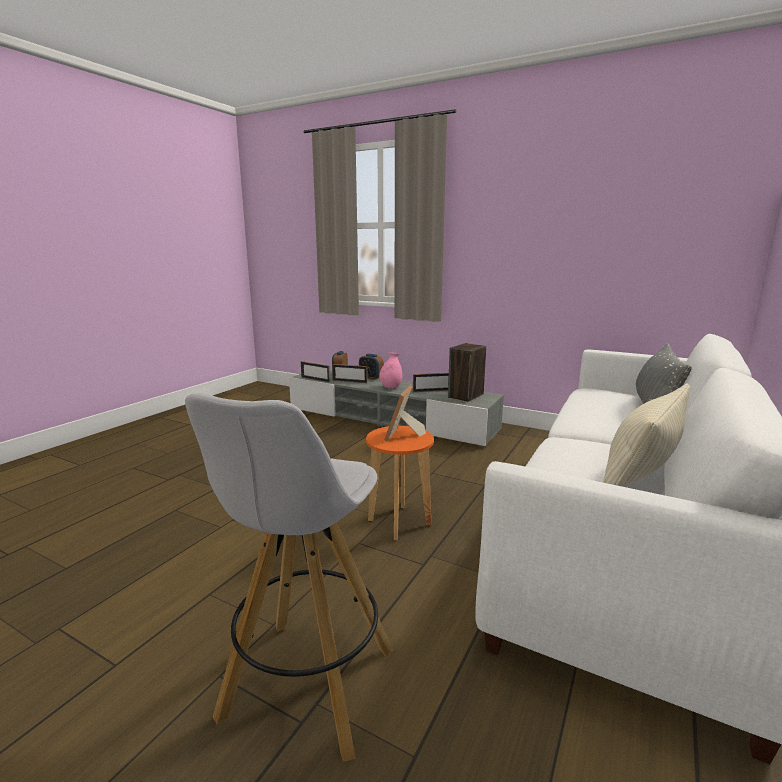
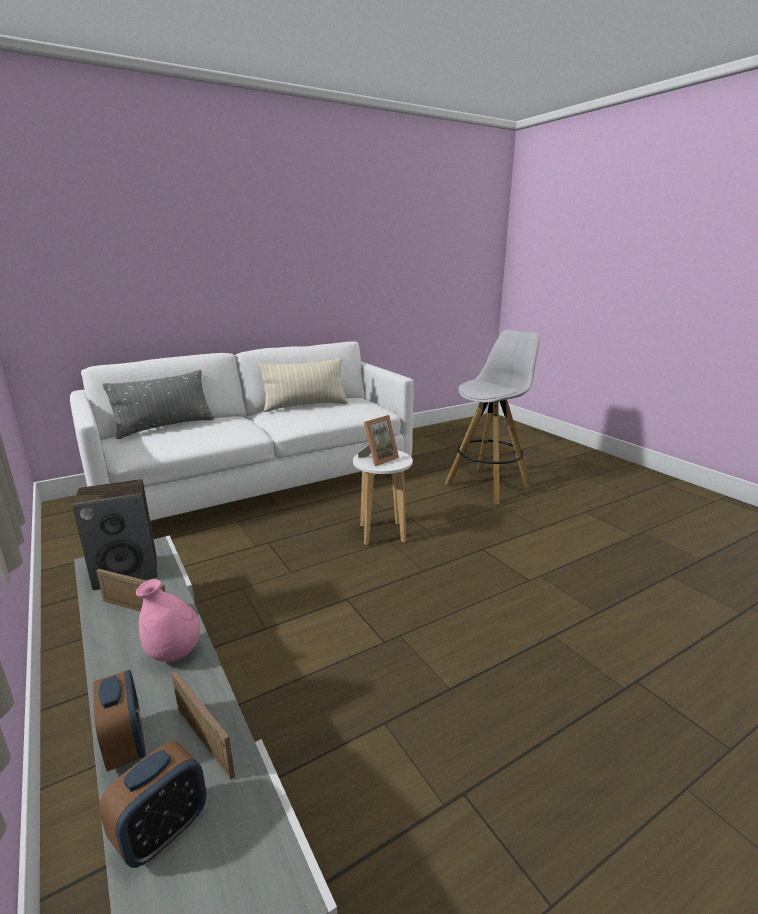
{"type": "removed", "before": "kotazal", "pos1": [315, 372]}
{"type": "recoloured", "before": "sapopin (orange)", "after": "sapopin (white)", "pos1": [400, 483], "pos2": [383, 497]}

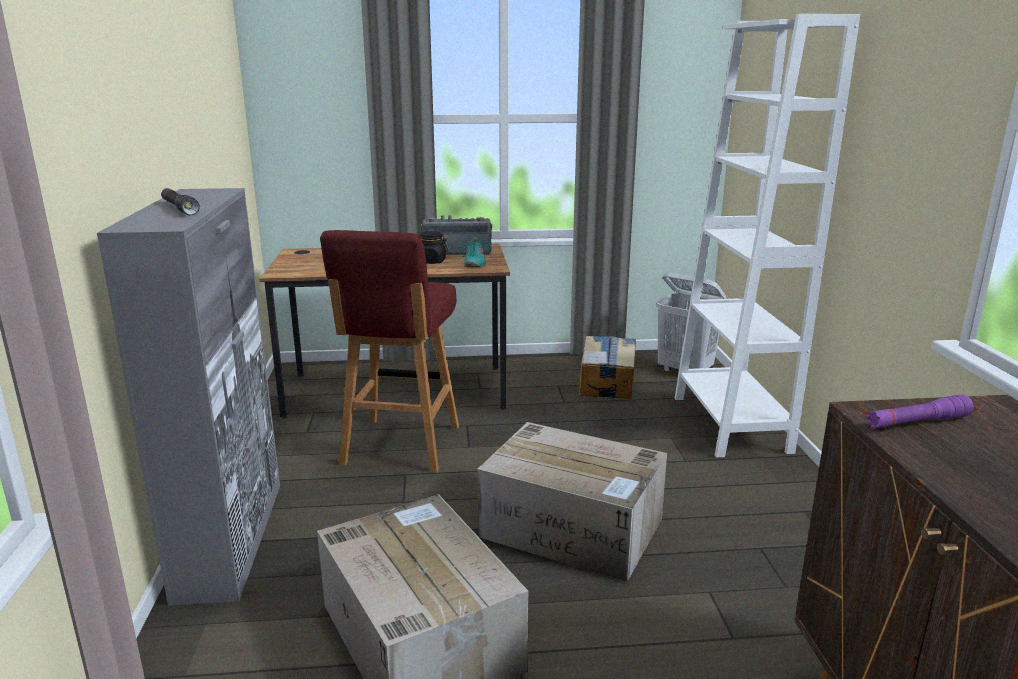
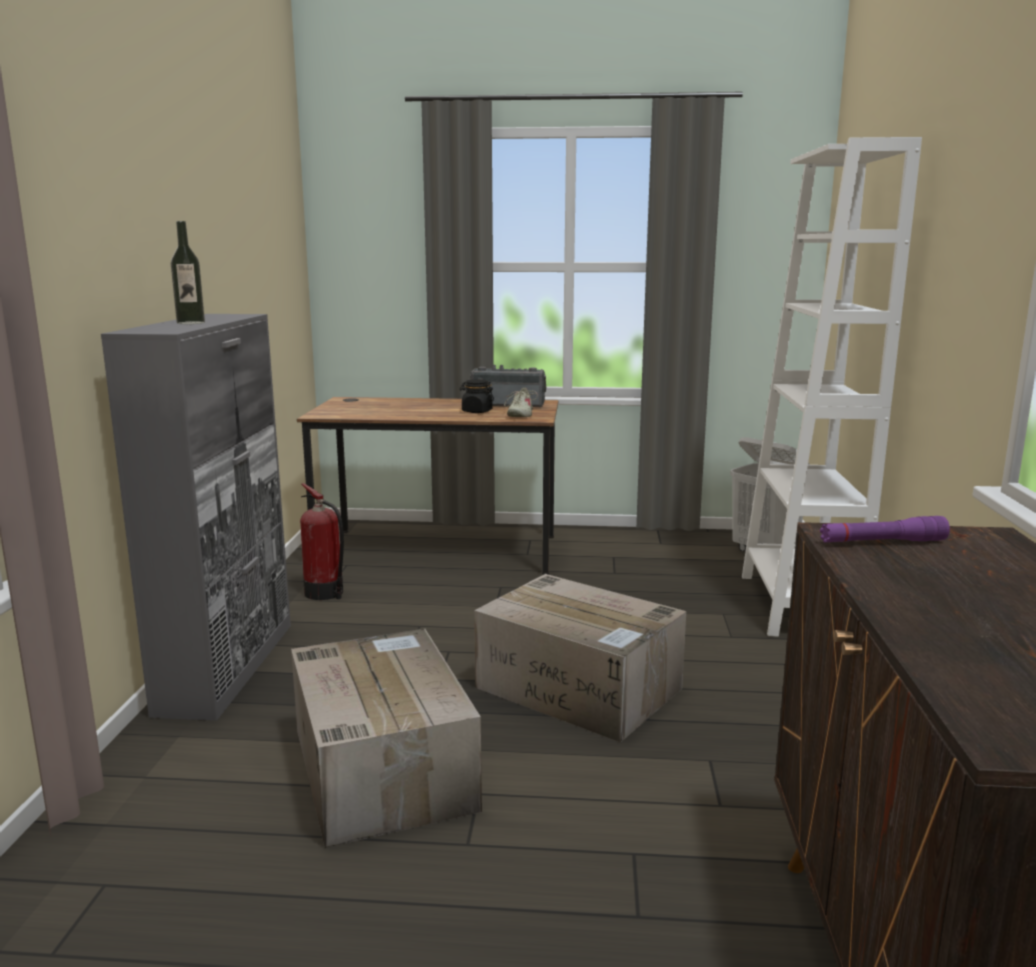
{"type": "replaced", "before": "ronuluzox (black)", "after": "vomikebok", "pos1": [180, 201], "pos2": [188, 272]}
{"type": "removed", "before": "sapopin (red)", "pos1": [389, 351]}
{"type": "recoloured", "before": "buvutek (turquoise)", "after": "buvutek (beige)", "pos1": [474, 252], "pos2": [521, 402]}
{"type": "removed", "before": "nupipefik", "pos1": [607, 367]}
{"type": "added", "after": "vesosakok", "pos2": [322, 541]}

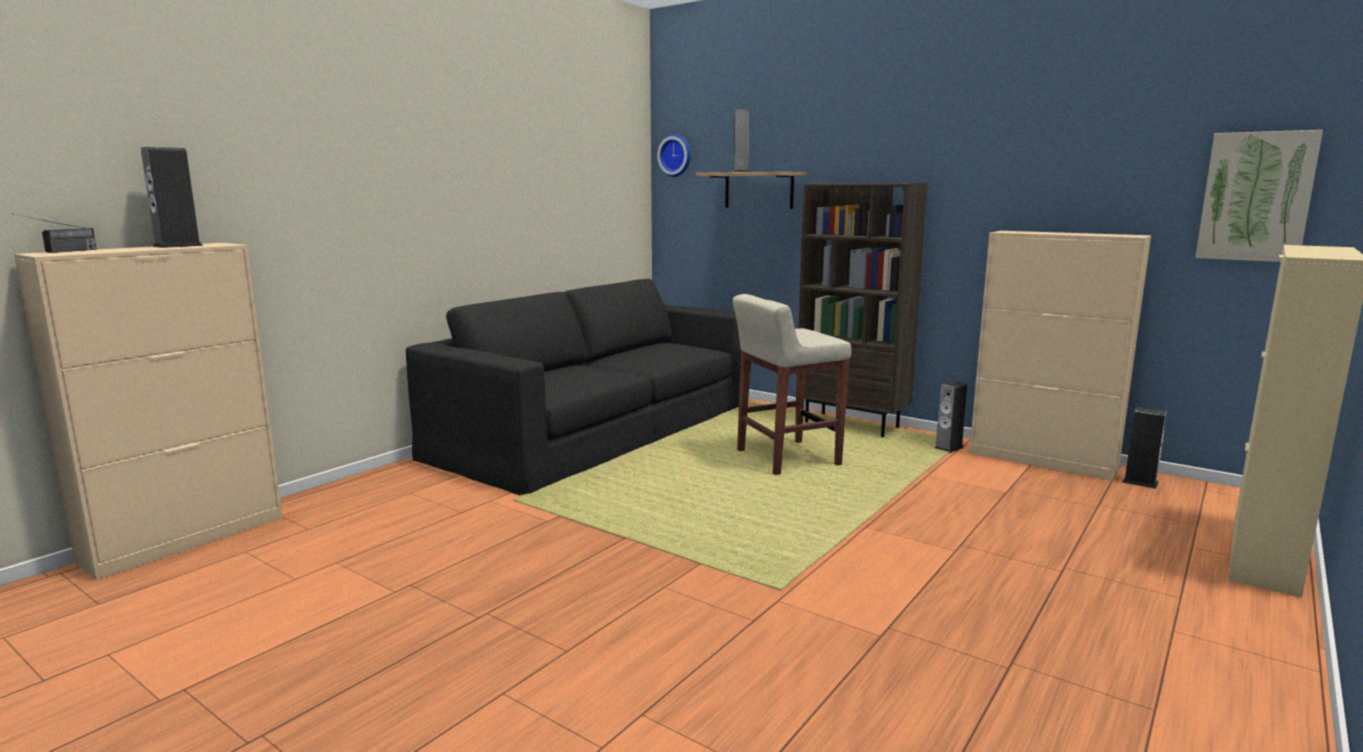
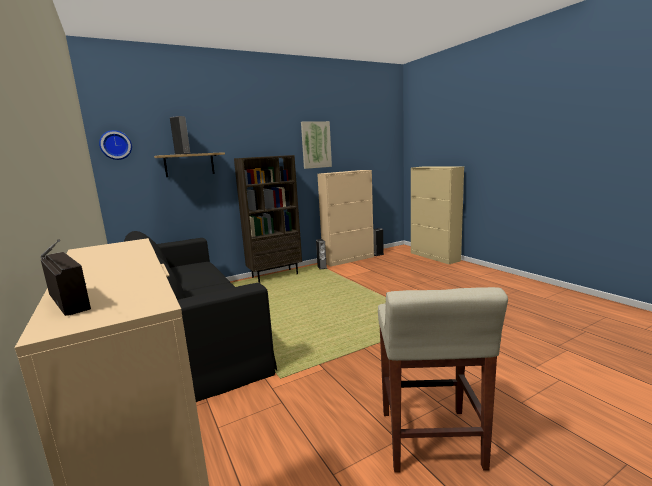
{"type": "removed", "before": "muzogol", "pos1": [172, 197]}
{"type": "moved", "before": "sapopin (beige)", "pos1": [792, 384], "pos2": [443, 380]}
{"type": "moved", "before": "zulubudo", "pos1": [1259, 196], "pos2": [316, 145]}

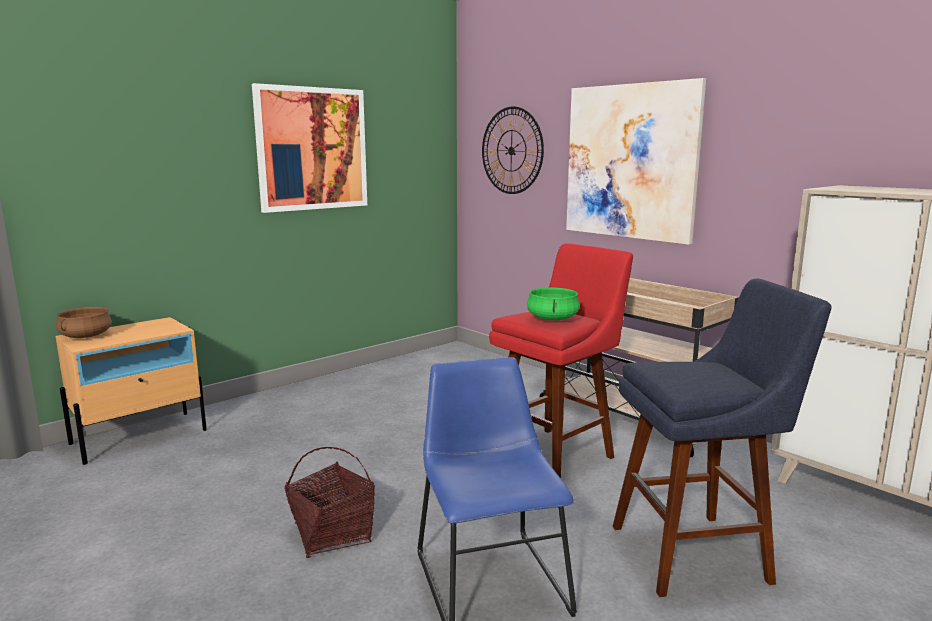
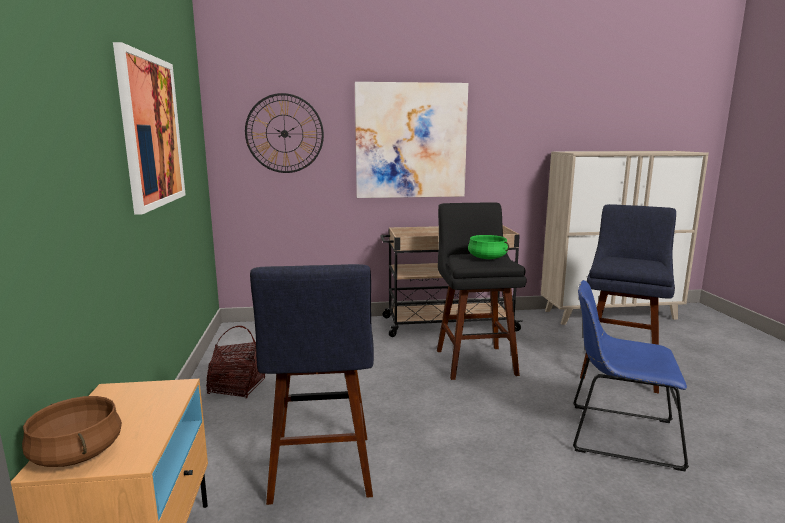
{"type": "moved", "before": "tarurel", "pos1": [330, 502], "pos2": [235, 362]}
{"type": "recoloured", "before": "sapopin (red)", "after": "sapopin (black)", "pos1": [561, 360], "pos2": [482, 291]}
{"type": "added", "after": "sapopin (blue)", "pos2": [312, 384]}

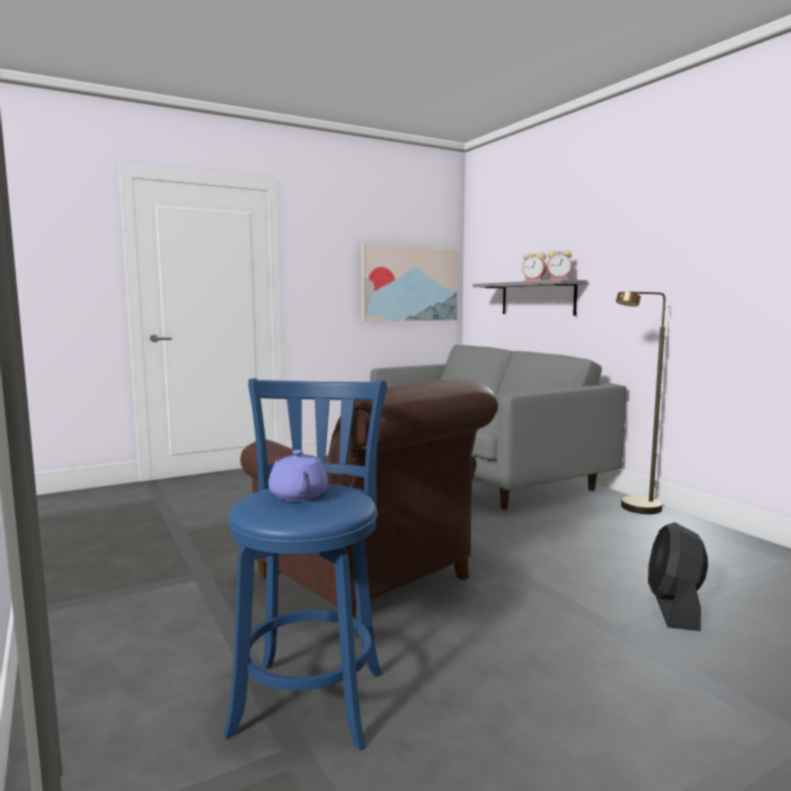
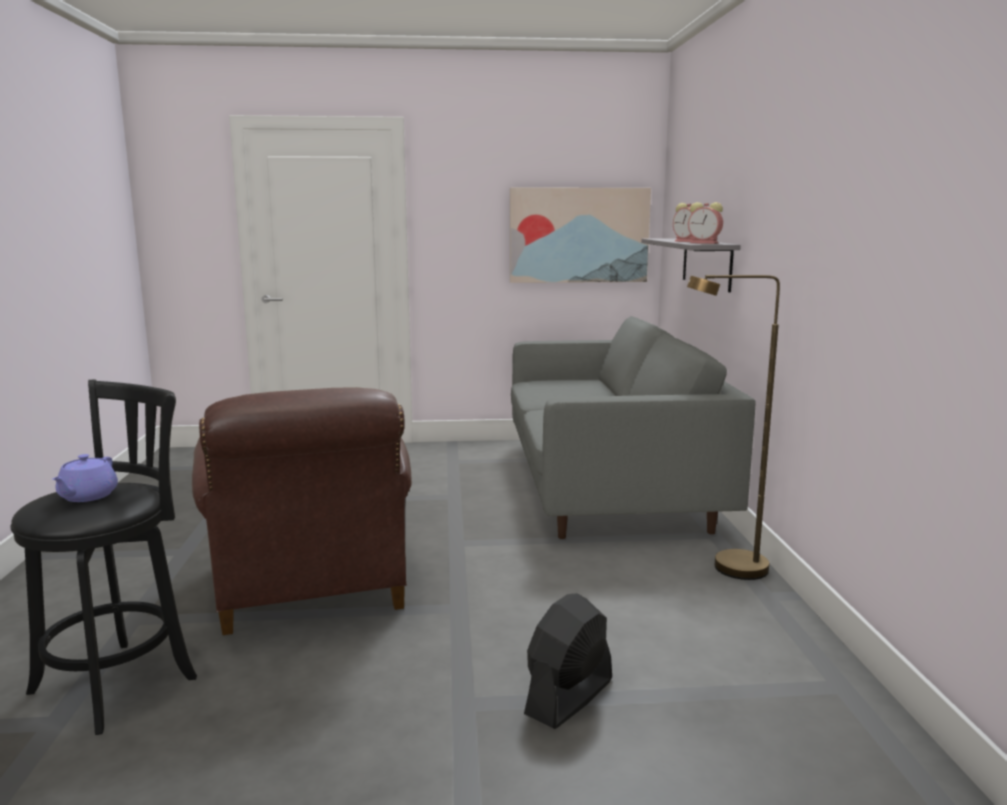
{"type": "recoloured", "before": "sapopin (blue)", "after": "sapopin (black)", "pos1": [305, 564], "pos2": [104, 557]}

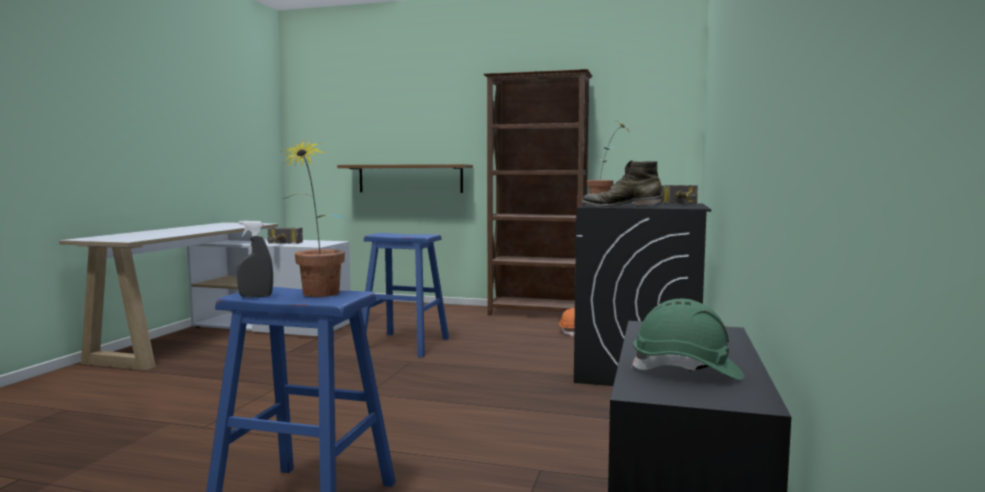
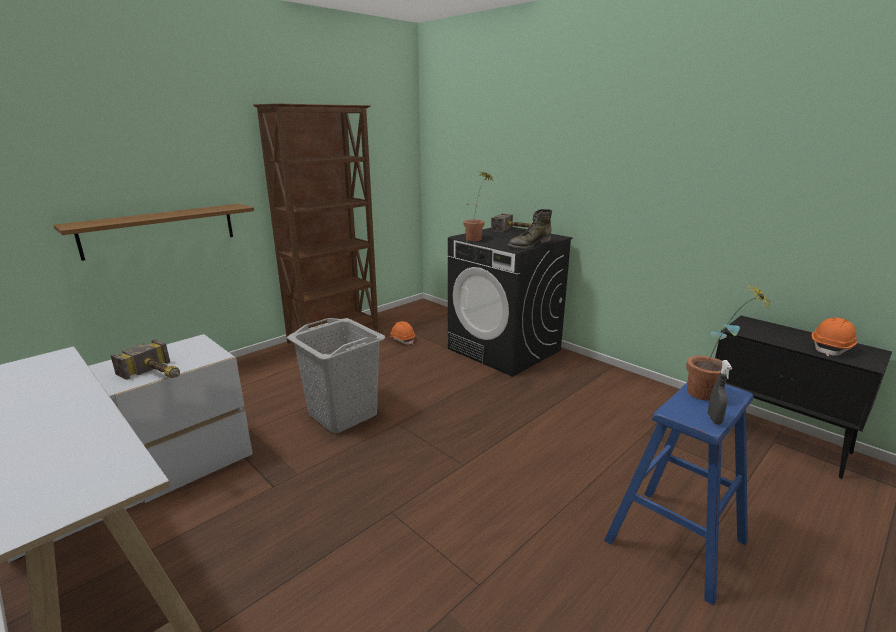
{"type": "replaced", "before": "sapopin (blue)", "after": "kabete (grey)", "pos1": [405, 295], "pos2": [336, 375]}
{"type": "recoloured", "before": "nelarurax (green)", "after": "nelarurax (orange)", "pos1": [687, 340], "pos2": [835, 337]}

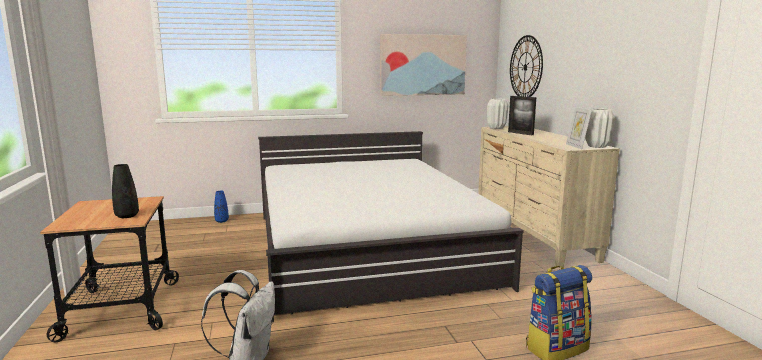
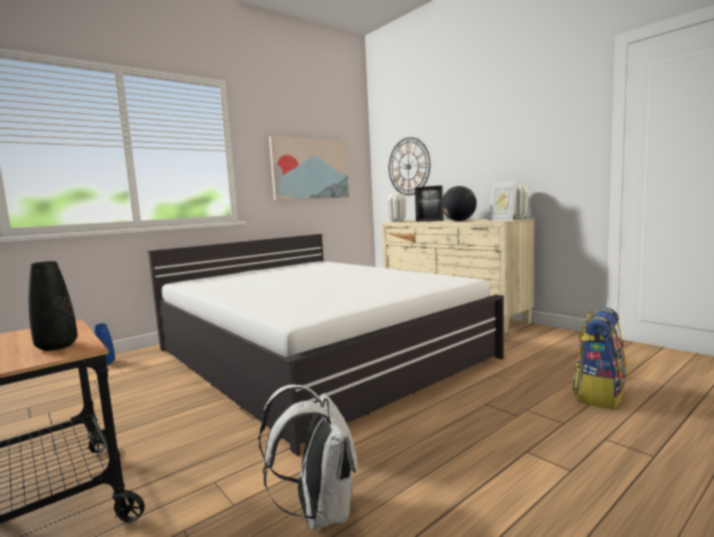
{"type": "added", "after": "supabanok", "pos2": [459, 203]}

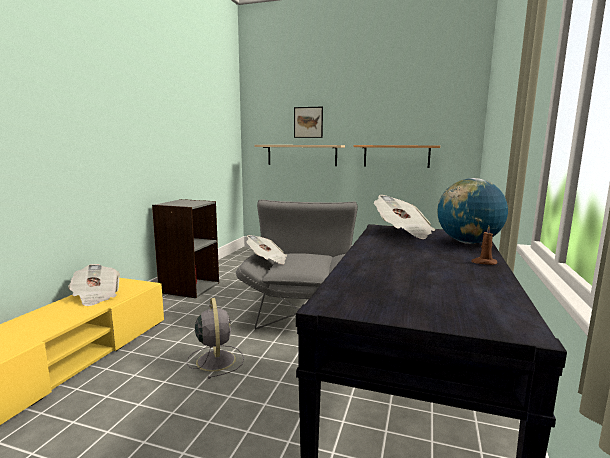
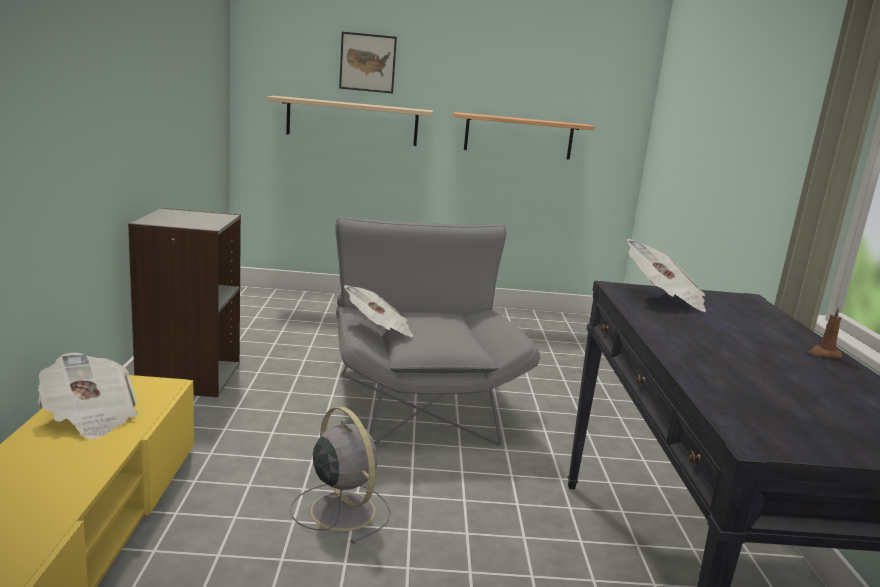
{"type": "removed", "before": "supabanok", "pos1": [472, 211]}

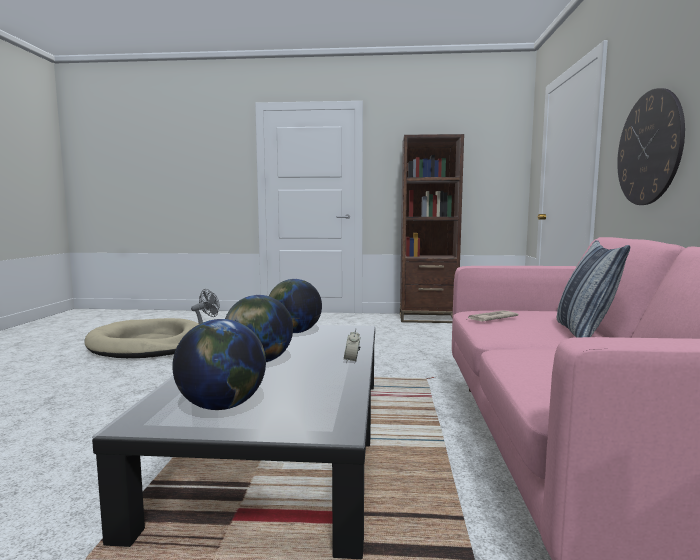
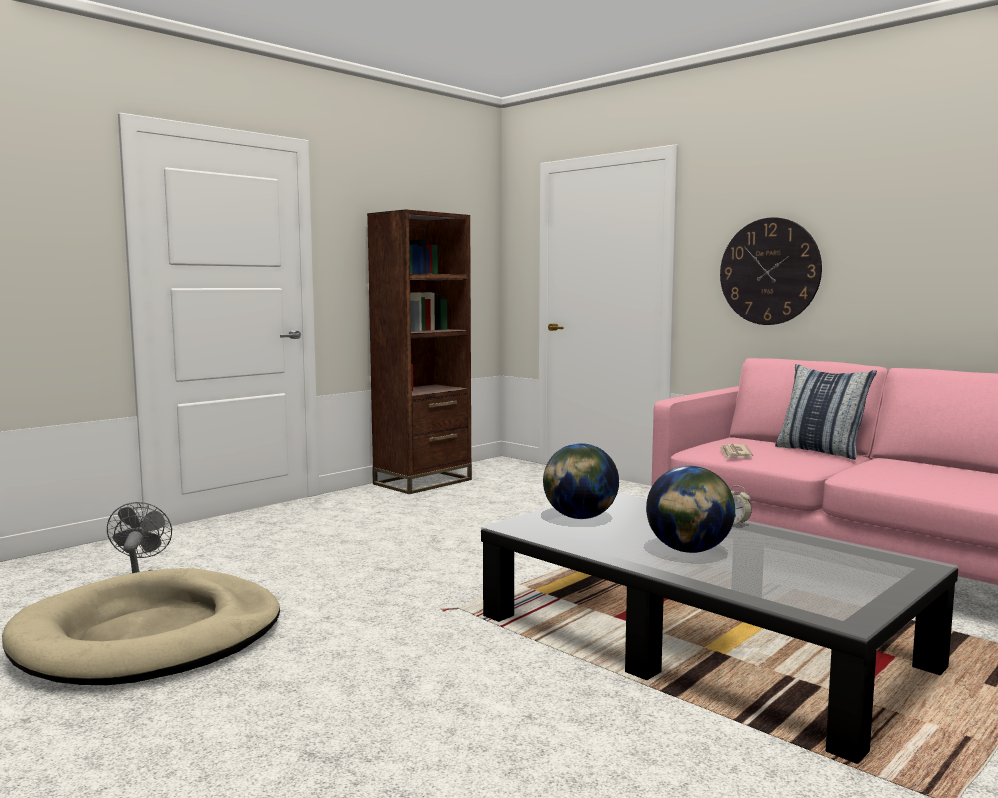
{"type": "removed", "before": "supabanok", "pos1": [219, 364]}

